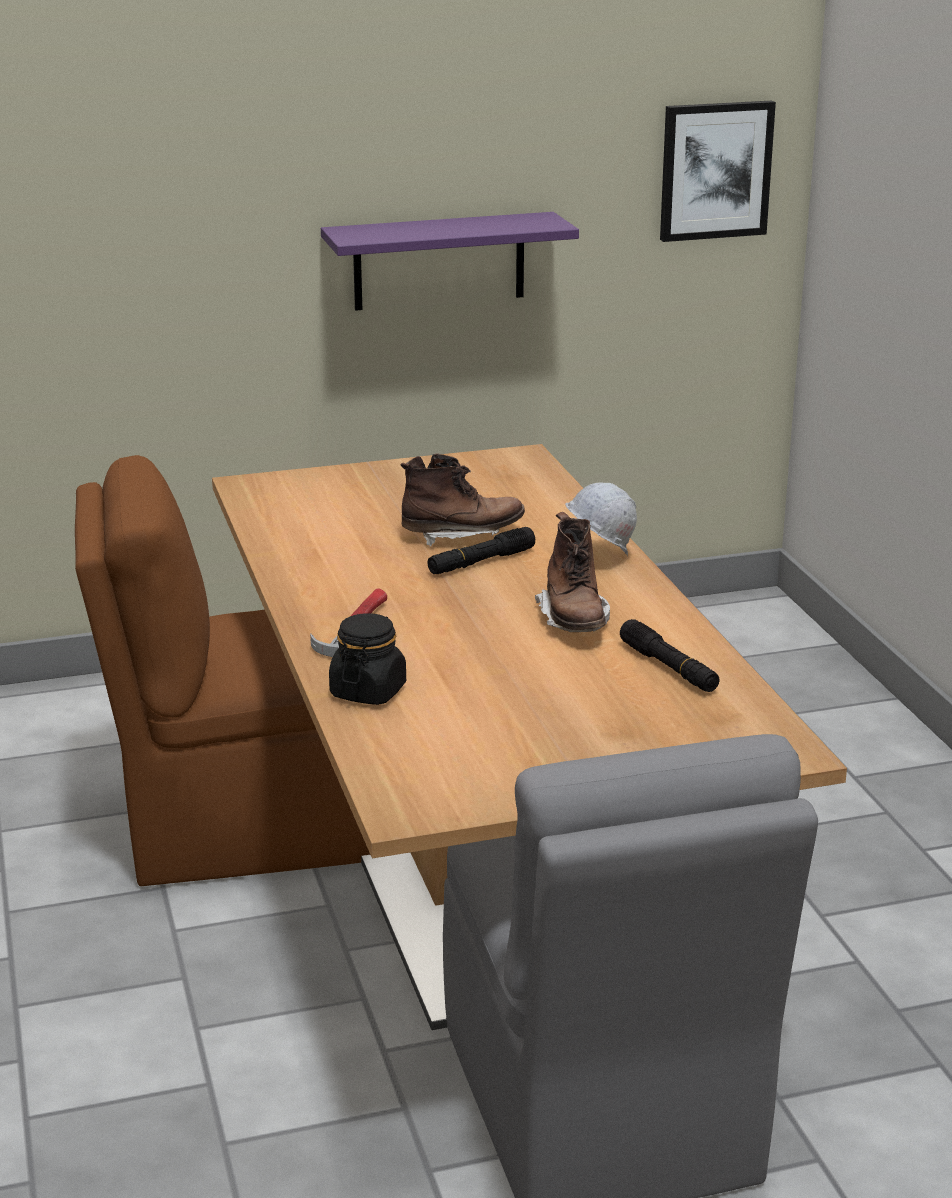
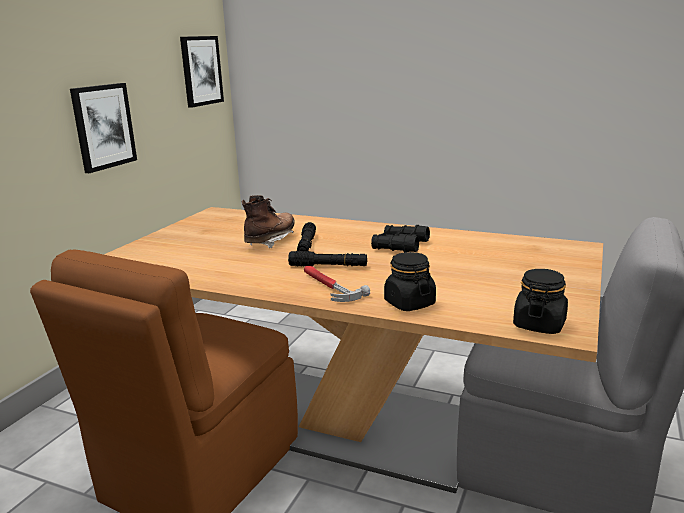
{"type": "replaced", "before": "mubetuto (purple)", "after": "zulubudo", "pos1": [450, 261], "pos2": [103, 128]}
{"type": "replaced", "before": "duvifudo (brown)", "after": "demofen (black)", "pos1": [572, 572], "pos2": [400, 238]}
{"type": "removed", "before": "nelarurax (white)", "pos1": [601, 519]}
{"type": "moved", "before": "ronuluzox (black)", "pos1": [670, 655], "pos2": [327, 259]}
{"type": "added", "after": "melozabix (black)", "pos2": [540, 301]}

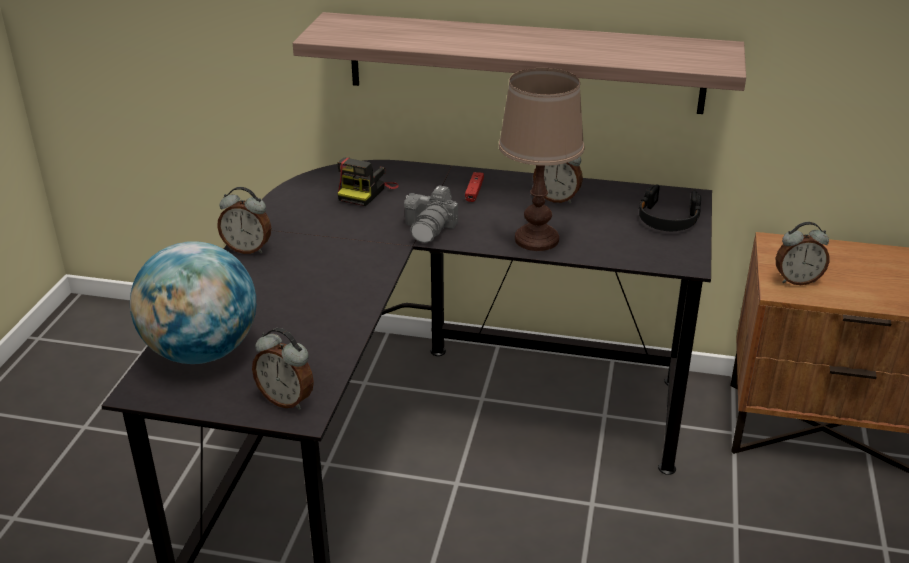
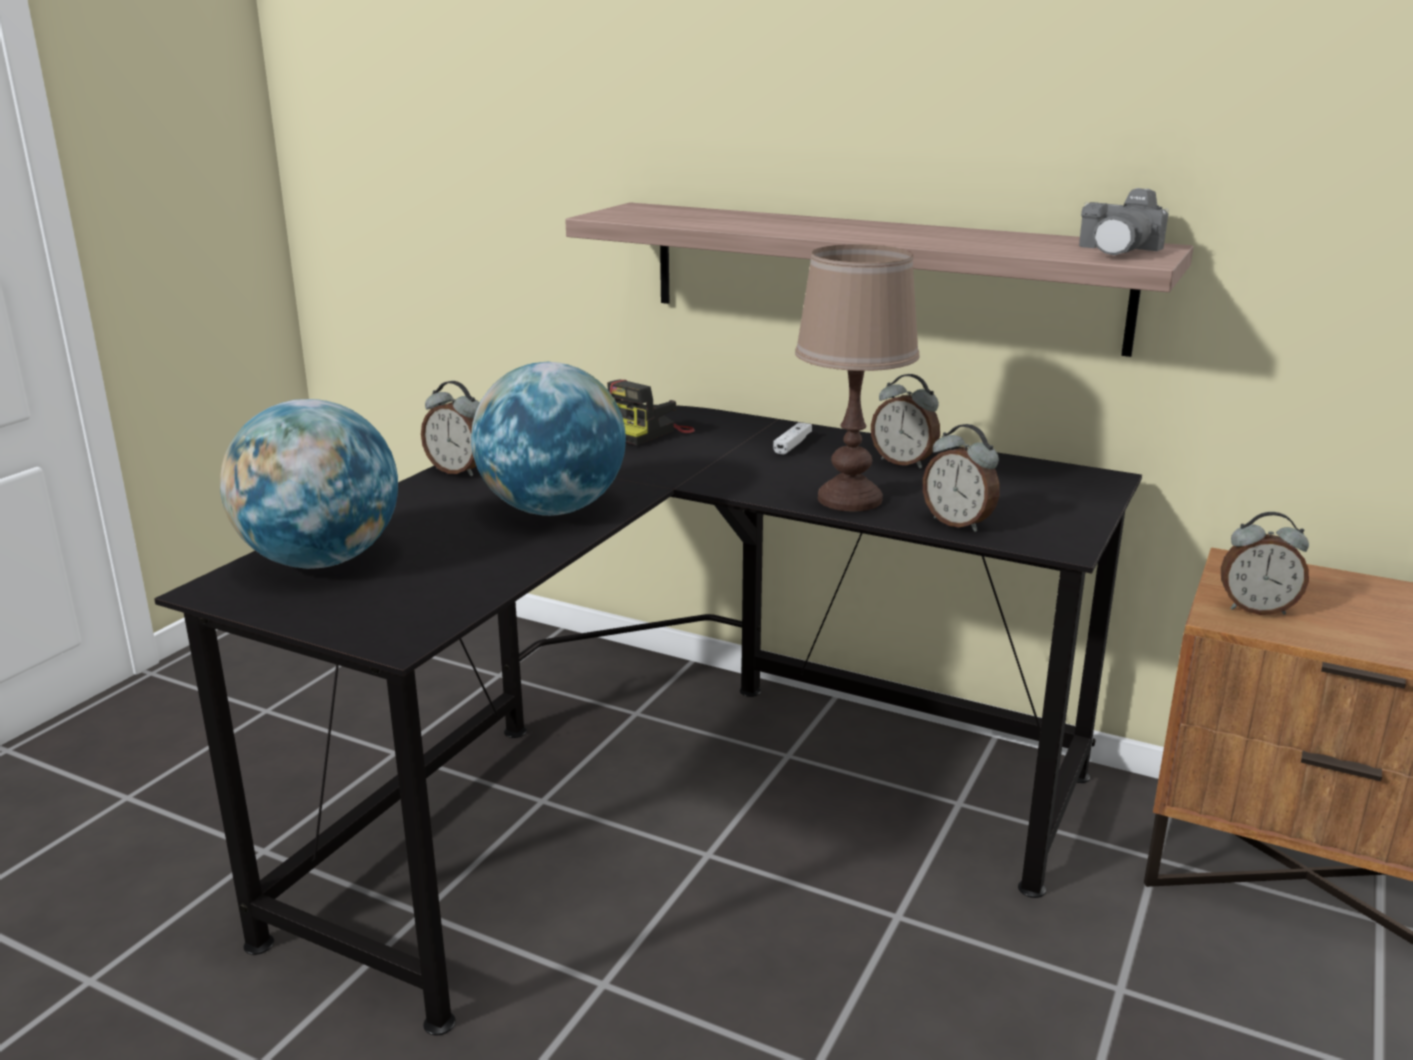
{"type": "moved", "before": "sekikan", "pos1": [283, 369], "pos2": [961, 478]}
{"type": "moved", "before": "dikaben", "pos1": [431, 214], "pos2": [1124, 221]}
{"type": "recoloured", "before": "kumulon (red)", "after": "kumulon (white)", "pos1": [474, 187], "pos2": [792, 438]}
{"type": "removed", "before": "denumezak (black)", "pos1": [670, 207]}
{"type": "added", "after": "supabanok", "pos2": [548, 439]}

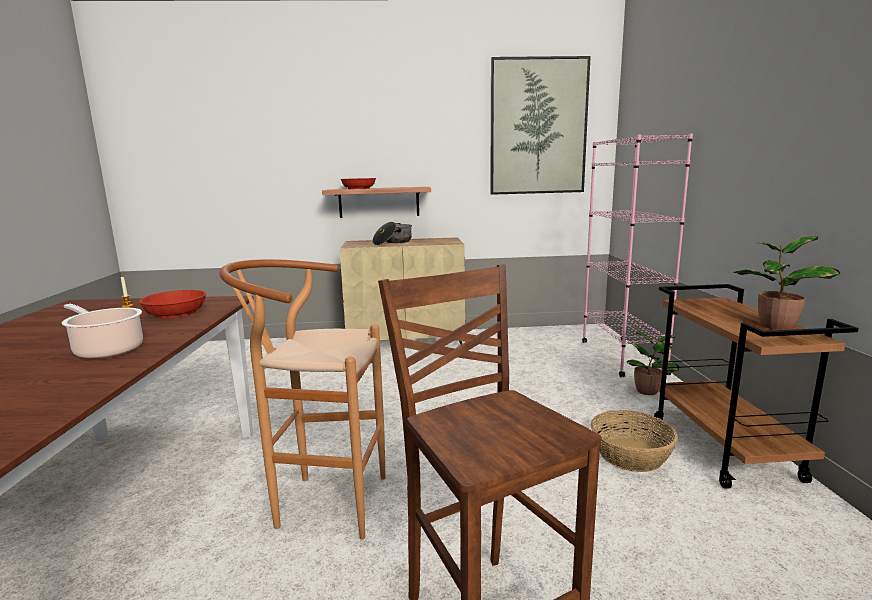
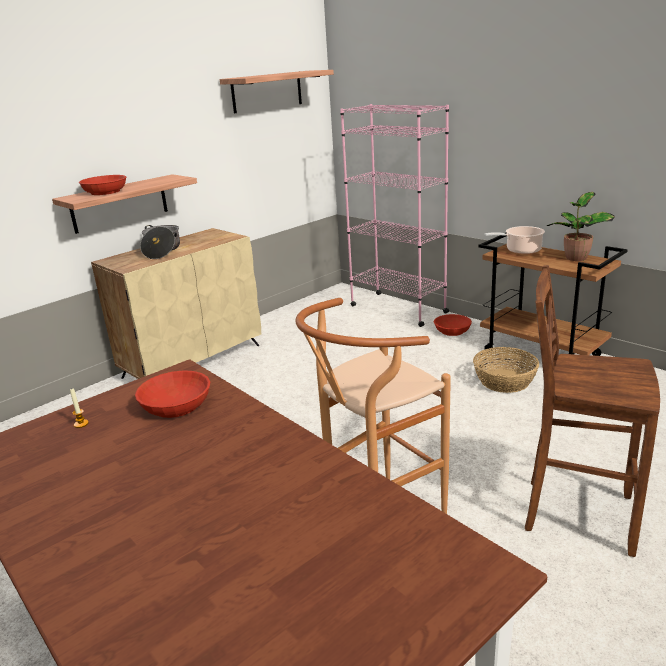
{"type": "moved", "before": "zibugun", "pos1": [102, 331], "pos2": [514, 240]}
{"type": "replaced", "before": "zulubudo", "after": "mubetuto", "pos1": [540, 125], "pos2": [277, 92]}
{"type": "replaced", "before": "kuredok", "after": "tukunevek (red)", "pos1": [653, 363], "pos2": [453, 325]}

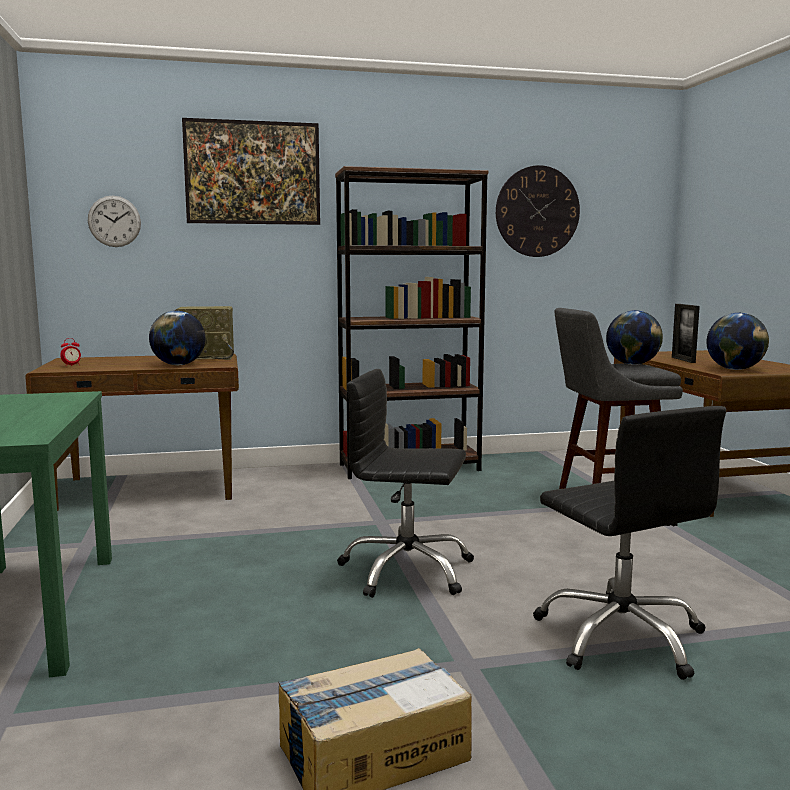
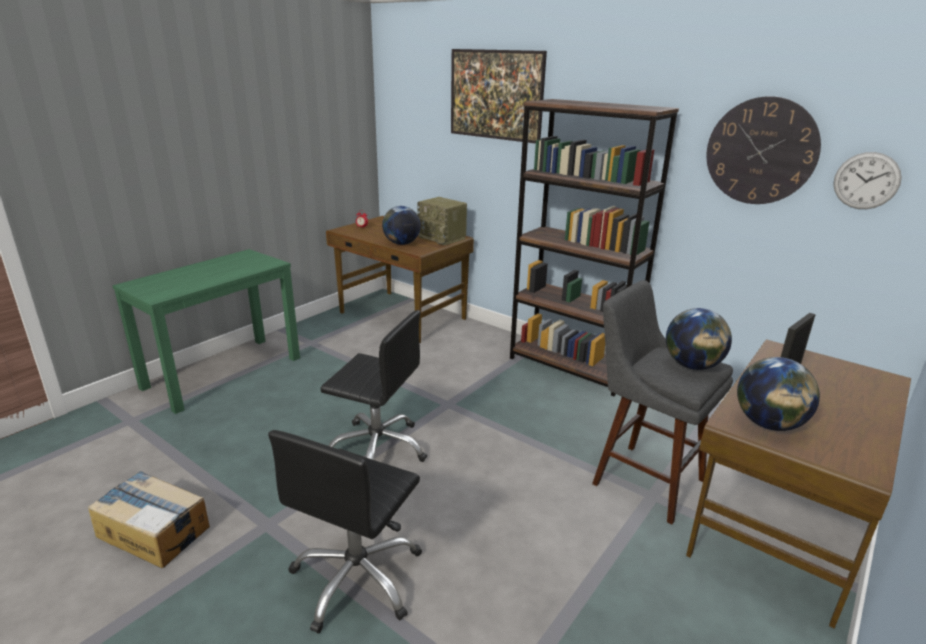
{"type": "moved", "before": "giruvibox", "pos1": [114, 221], "pos2": [867, 180]}
{"type": "turned", "before": "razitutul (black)", "pos1": [405, 483], "pos2": [373, 386], "turn": 135}

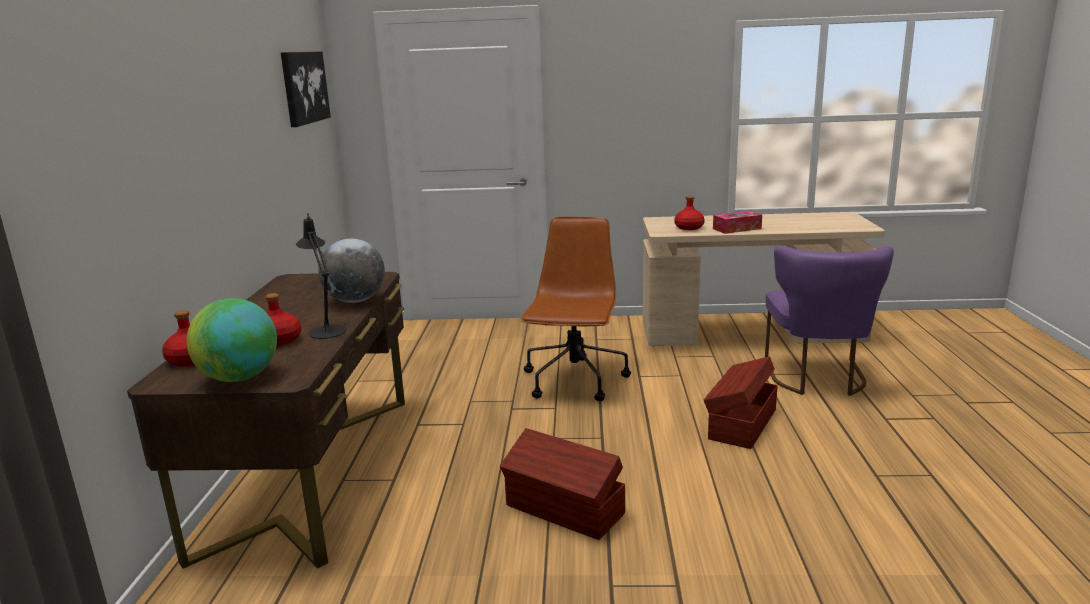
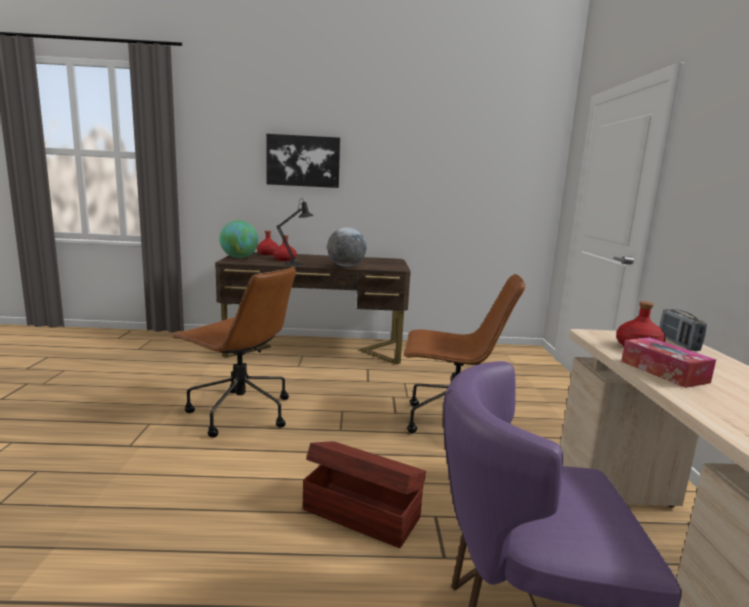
{"type": "moved", "before": "zulubudo", "pos1": [306, 89], "pos2": [303, 161]}
{"type": "replaced", "before": "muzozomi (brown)", "after": "razitutul (brown)", "pos1": [562, 484], "pos2": [233, 352]}
{"type": "added", "after": "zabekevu", "pos2": [683, 330]}

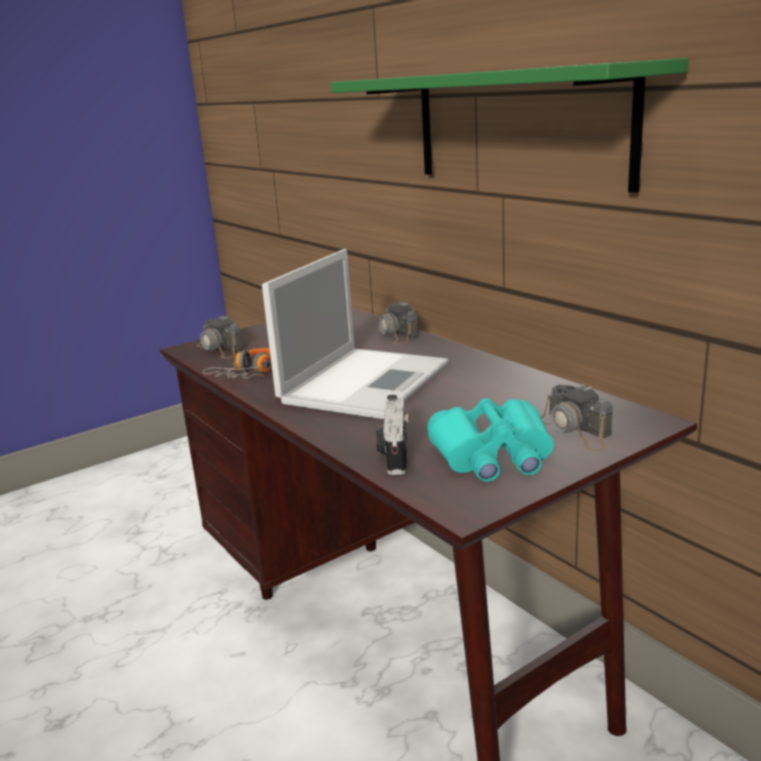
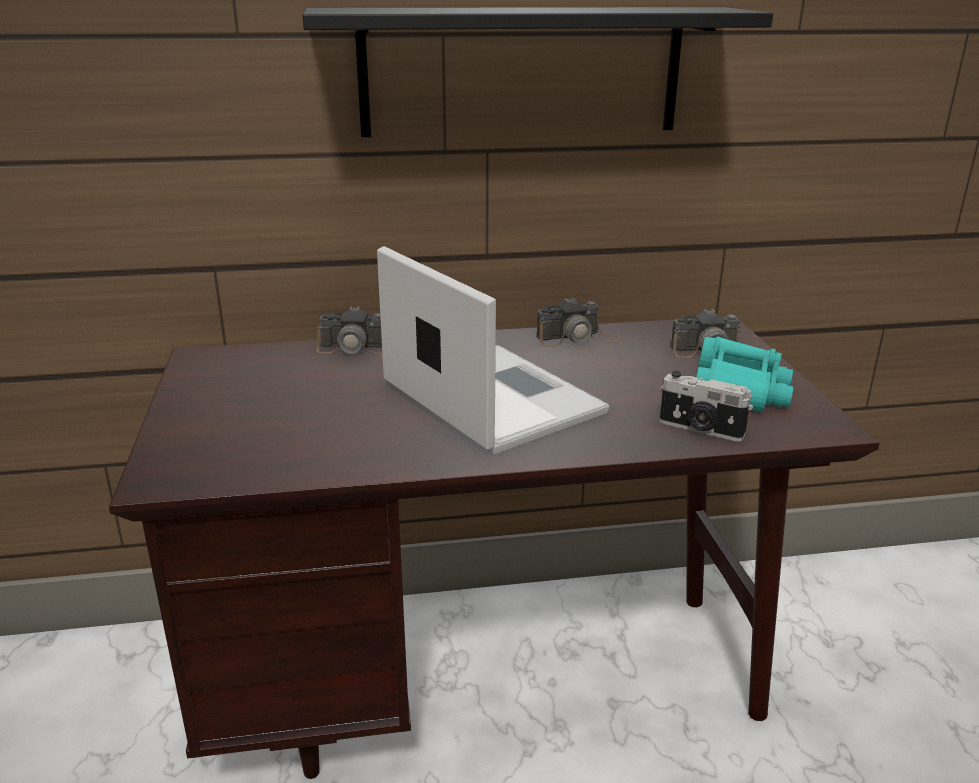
{"type": "moved", "before": "dikaben", "pos1": [220, 337], "pos2": [578, 322]}
{"type": "removed", "before": "denumezak", "pos1": [237, 363]}
{"type": "recoloured", "before": "mubetuto (green)", "after": "mubetuto (black)", "pos1": [510, 125], "pos2": [537, 72]}

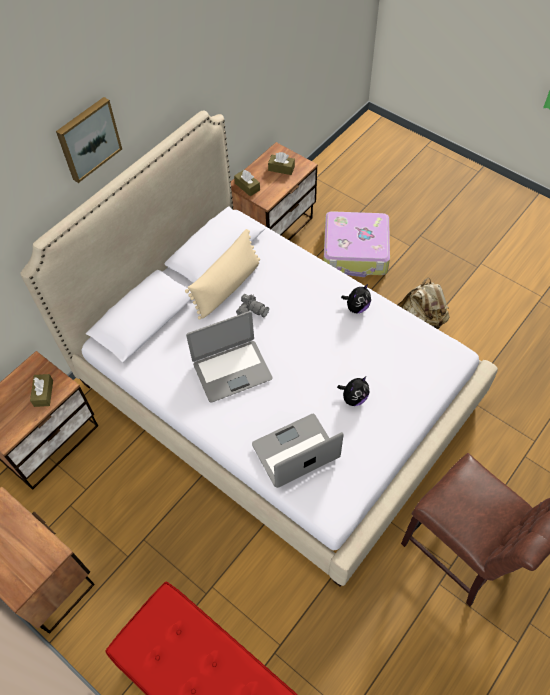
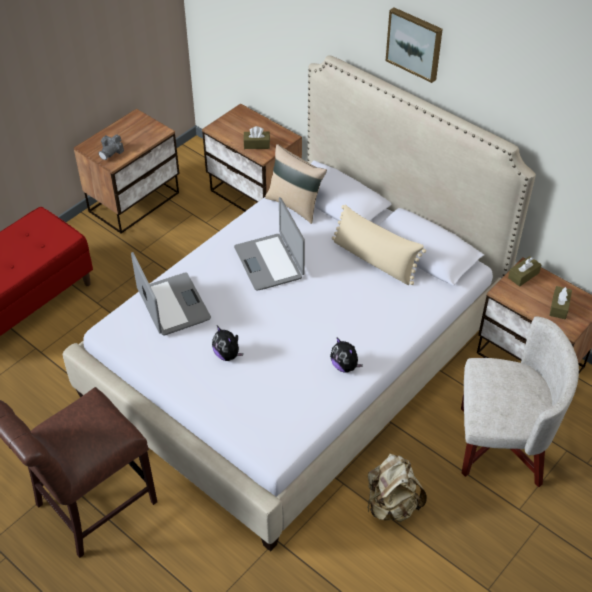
{"type": "moved", "before": "dikaben", "pos1": [252, 305], "pos2": [111, 147]}
{"type": "replaced", "before": "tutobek", "after": "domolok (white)", "pos1": [356, 244], "pos2": [520, 401]}
{"type": "added", "after": "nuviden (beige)", "pos2": [296, 184]}

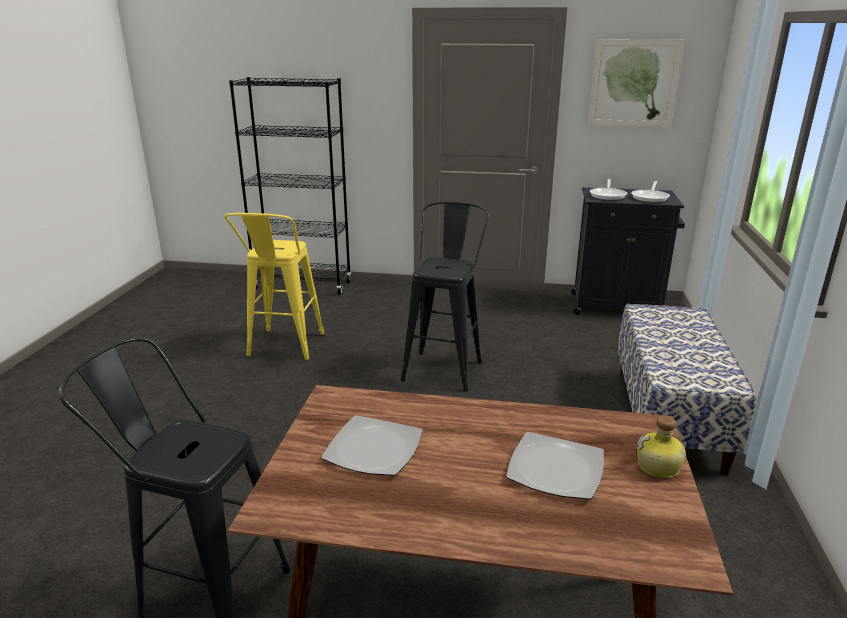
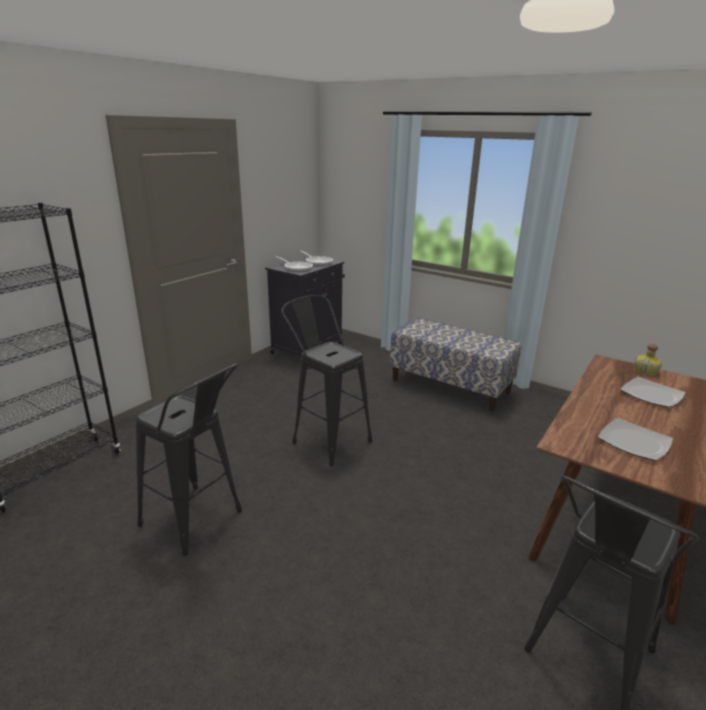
{"type": "recoloured", "before": "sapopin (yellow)", "after": "sapopin (black)", "pos1": [274, 286], "pos2": [188, 459]}
{"type": "removed", "before": "zulubudo", "pos1": [636, 83]}

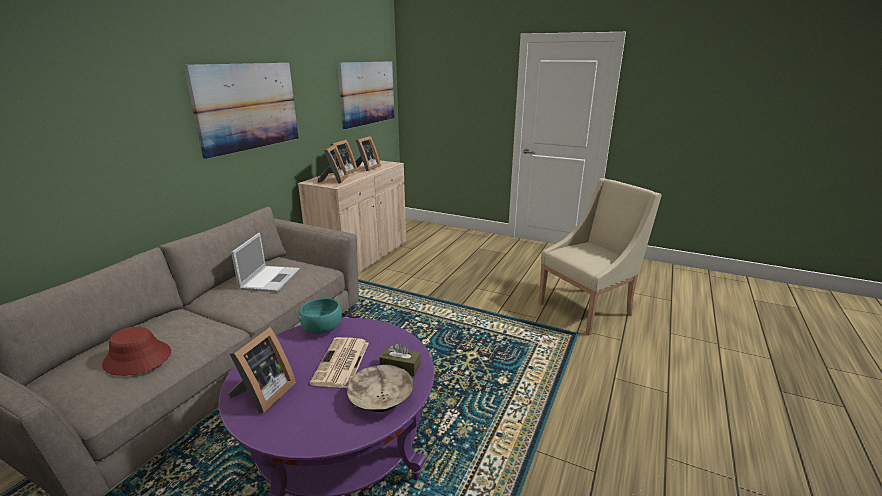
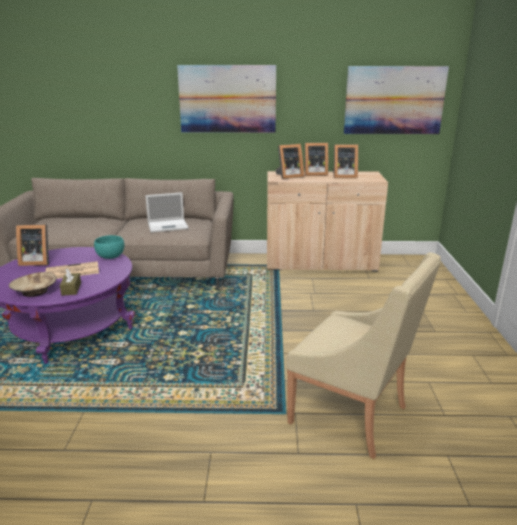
{"type": "removed", "before": "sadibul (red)", "pos1": [136, 351]}

